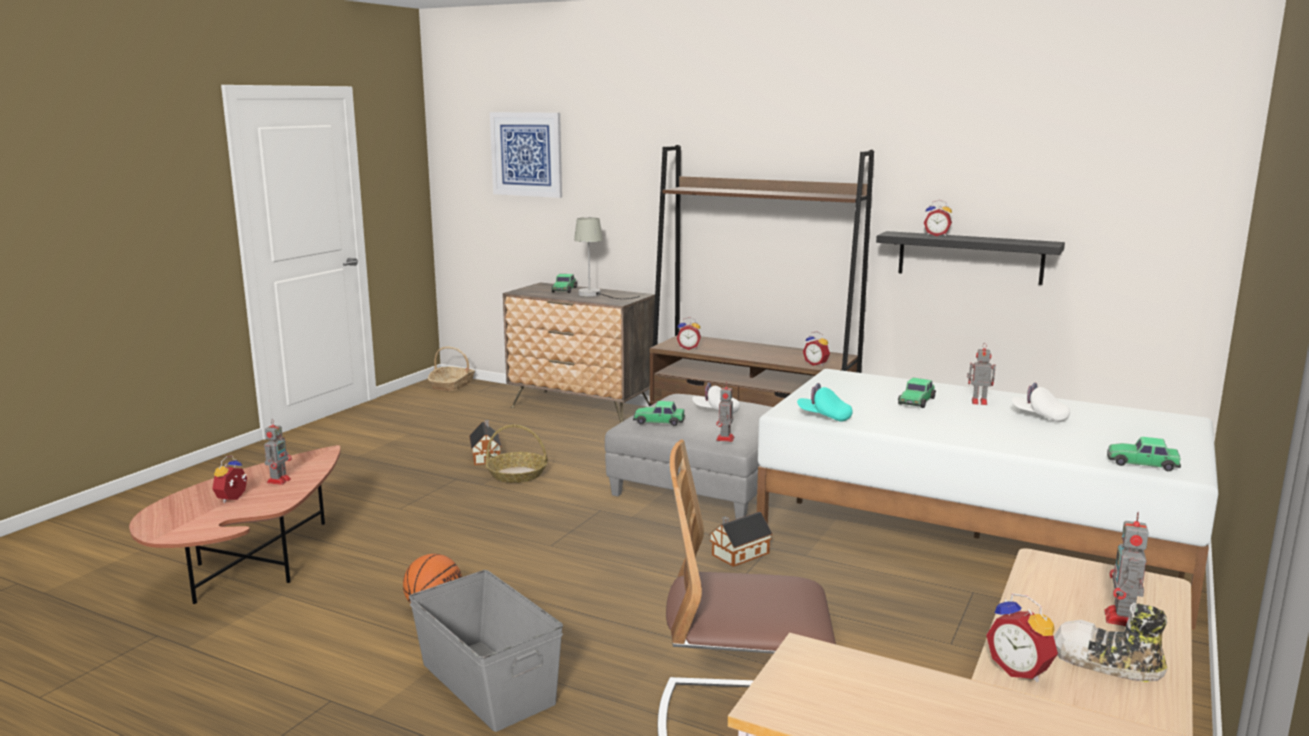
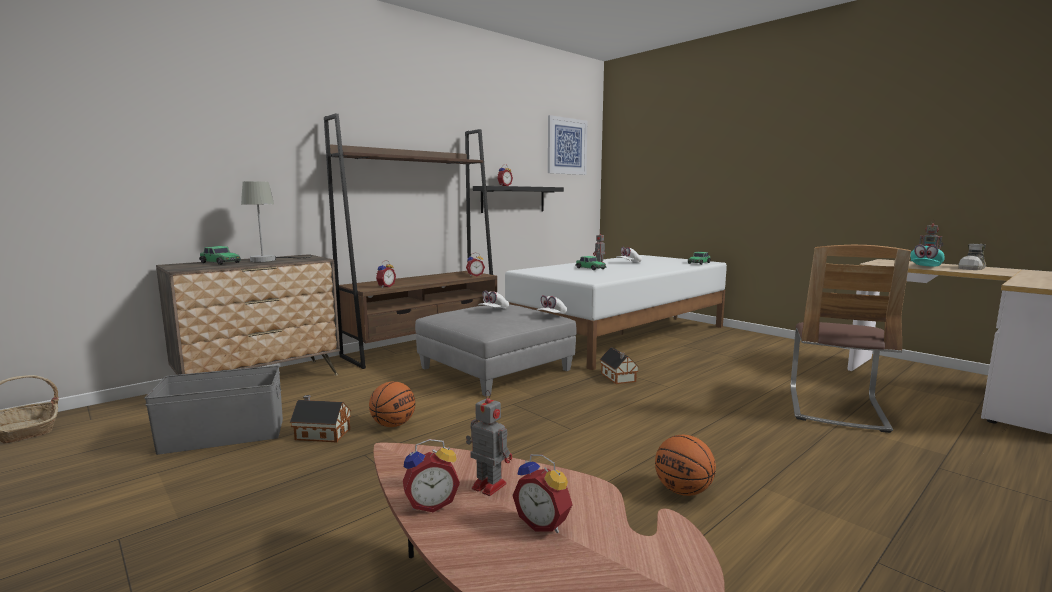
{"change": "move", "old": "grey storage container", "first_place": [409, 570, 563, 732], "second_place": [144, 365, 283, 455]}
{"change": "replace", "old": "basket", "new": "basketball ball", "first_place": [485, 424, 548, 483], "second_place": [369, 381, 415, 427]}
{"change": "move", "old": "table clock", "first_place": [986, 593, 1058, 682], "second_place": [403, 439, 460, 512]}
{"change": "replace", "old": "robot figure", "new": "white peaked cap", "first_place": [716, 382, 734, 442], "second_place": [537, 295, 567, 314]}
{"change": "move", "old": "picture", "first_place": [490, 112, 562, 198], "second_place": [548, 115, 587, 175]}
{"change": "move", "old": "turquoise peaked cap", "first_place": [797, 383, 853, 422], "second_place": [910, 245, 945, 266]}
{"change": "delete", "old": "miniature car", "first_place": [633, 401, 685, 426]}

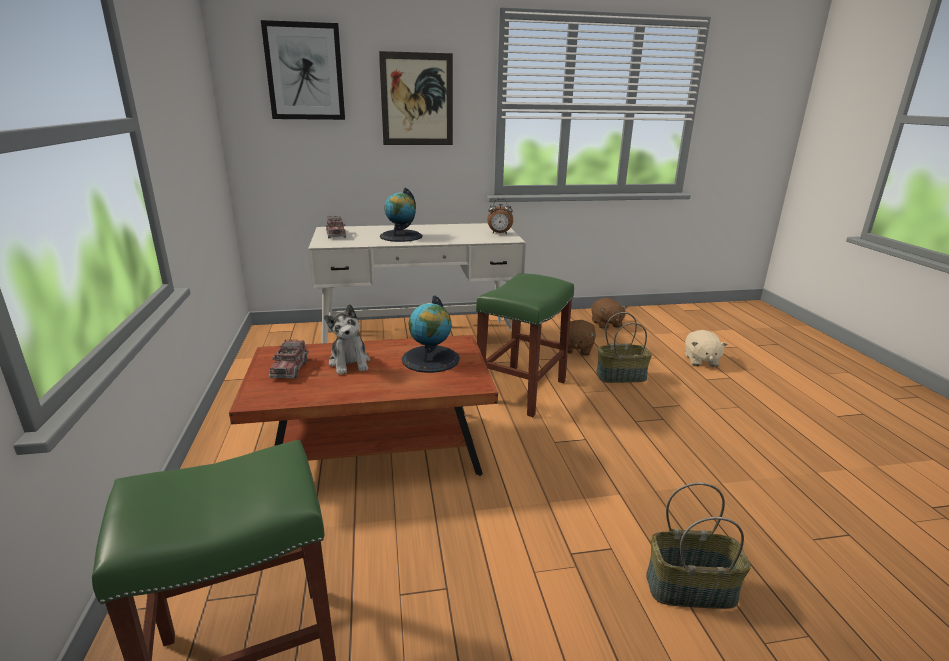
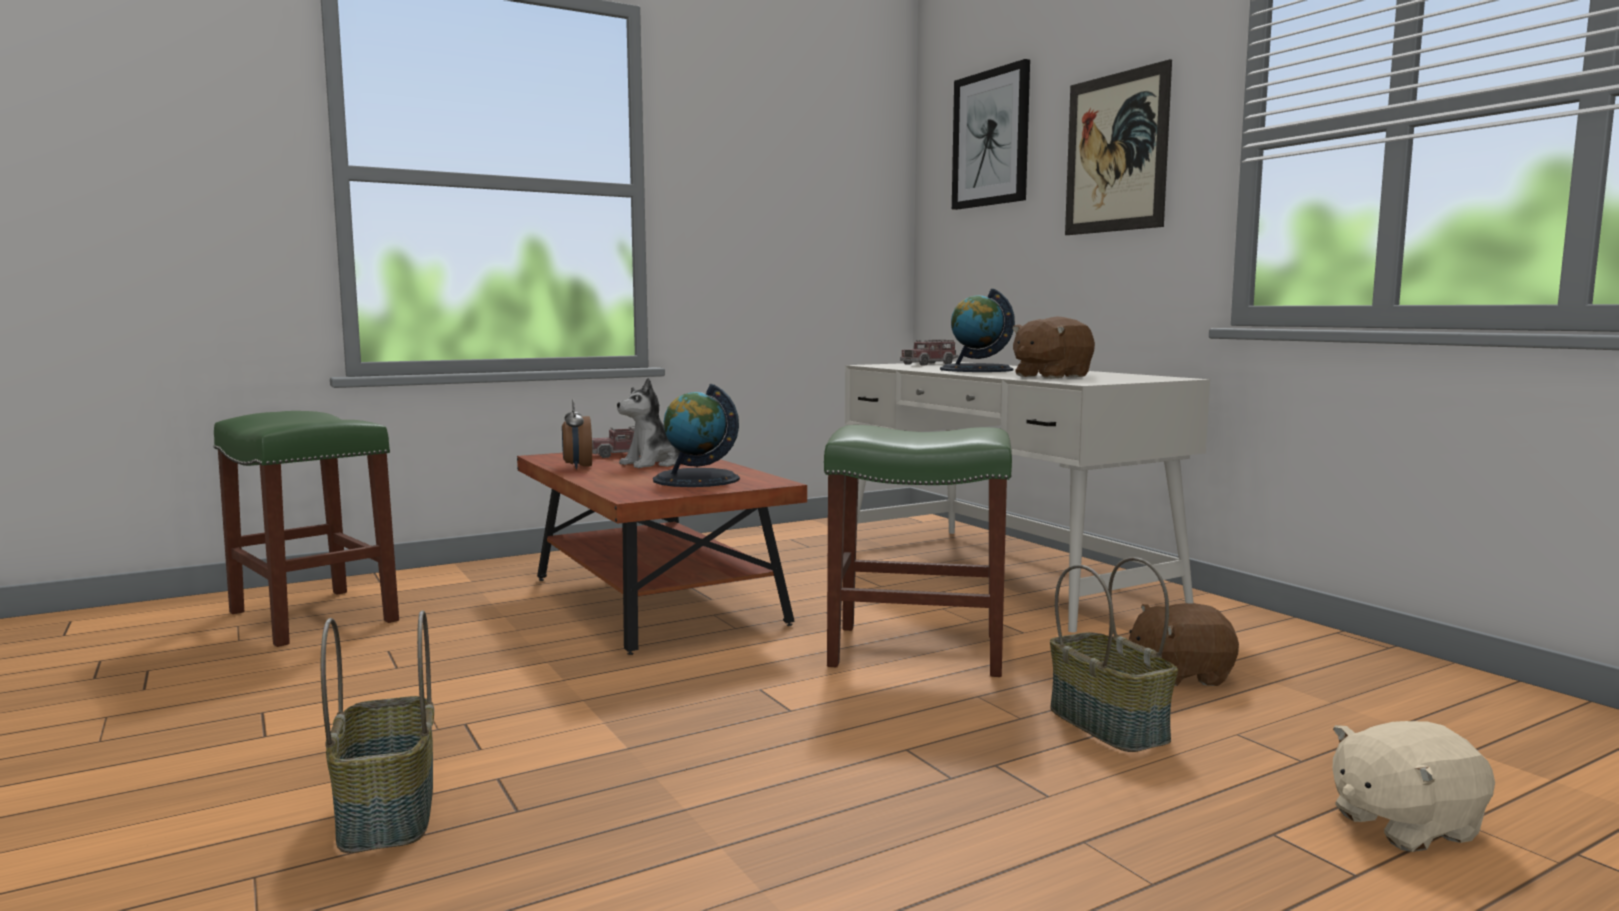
{"change": "move", "old": "table clock", "first_place": [487, 199, 513, 234], "second_place": [562, 399, 592, 469]}
{"change": "move", "old": "brown-coloured plush toy", "first_place": [591, 298, 628, 329], "second_place": [1012, 316, 1095, 379]}

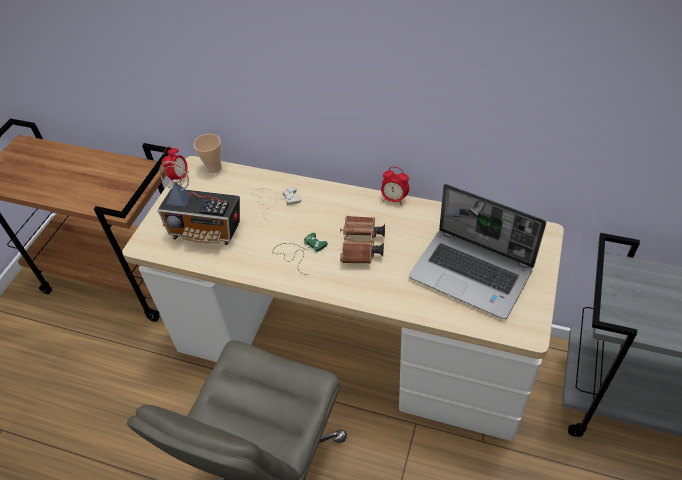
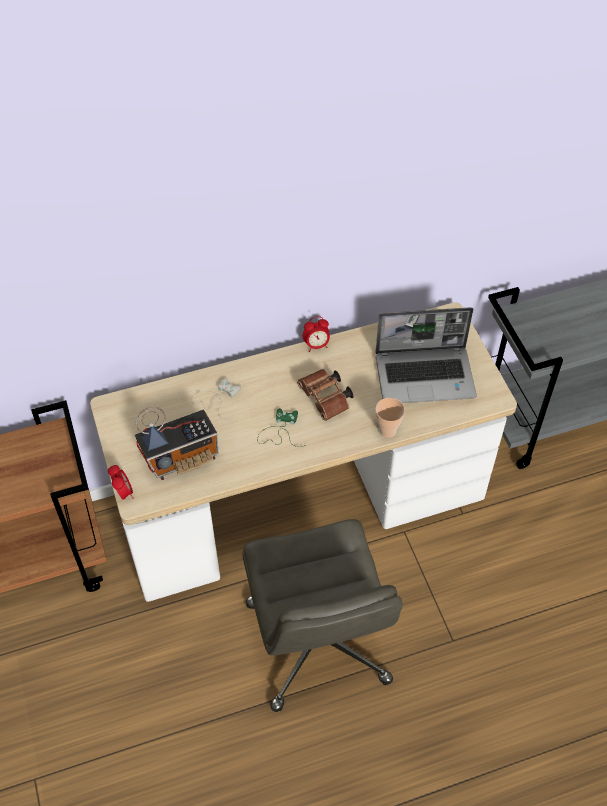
{"change": "move", "old": "table clock", "first_place": [162, 146, 189, 185], "second_place": [108, 465, 133, 500]}
{"change": "move", "old": "drinking cup", "first_place": [194, 134, 222, 173], "second_place": [375, 398, 405, 438]}

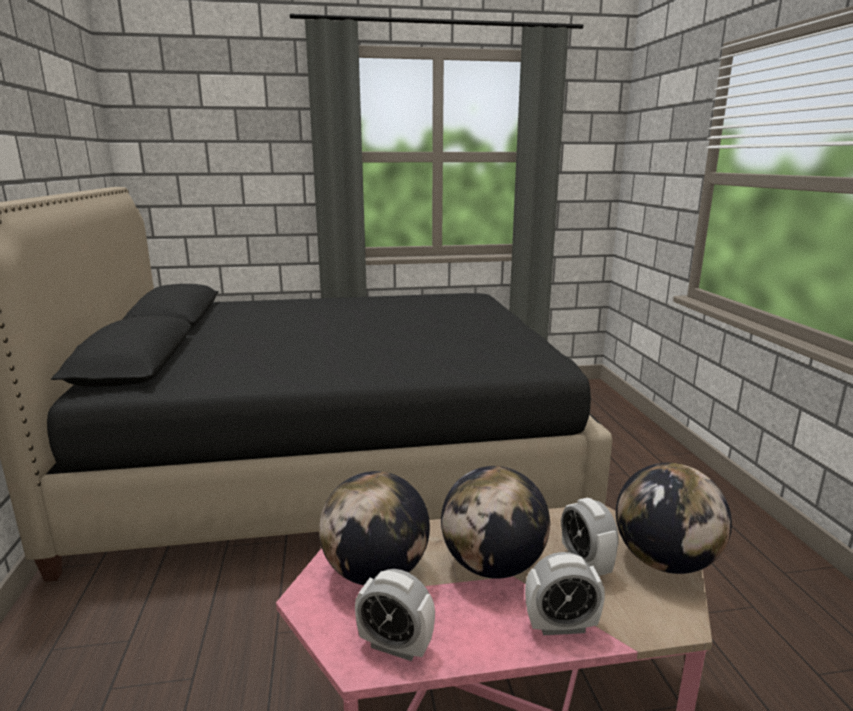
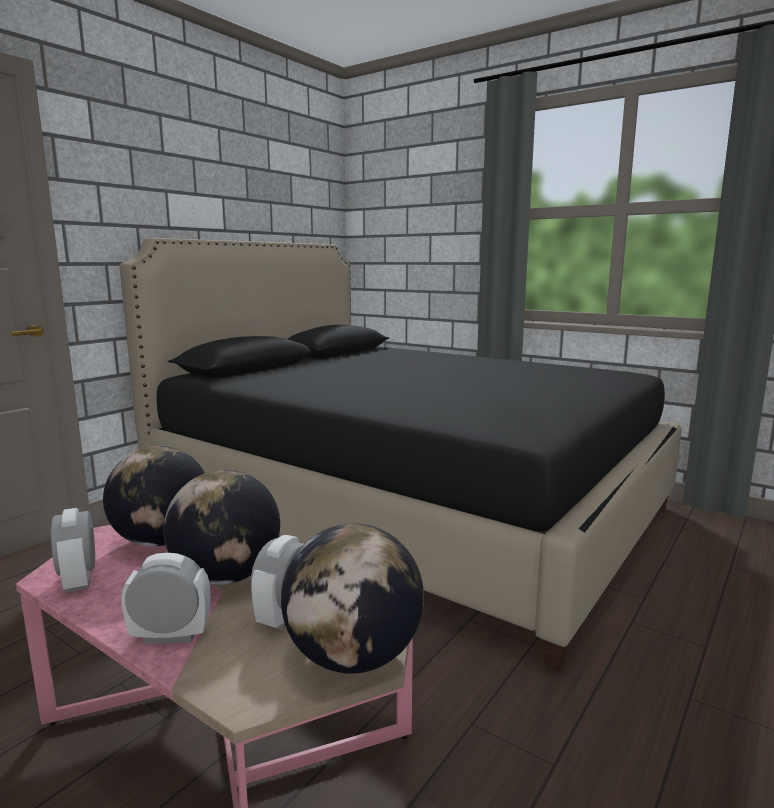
{"change": "rotate", "old": "table clock", "first_place": [525, 552, 605, 636], "second_place": [121, 553, 211, 644], "degrees": 135}

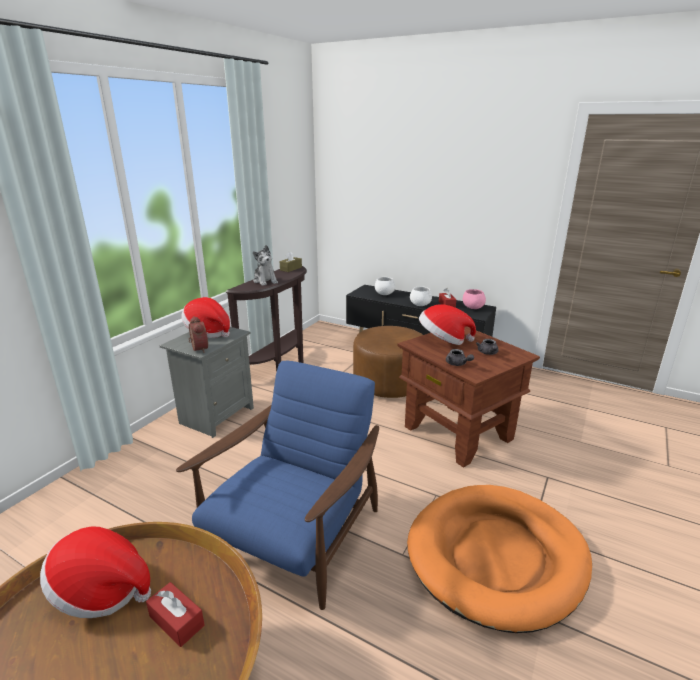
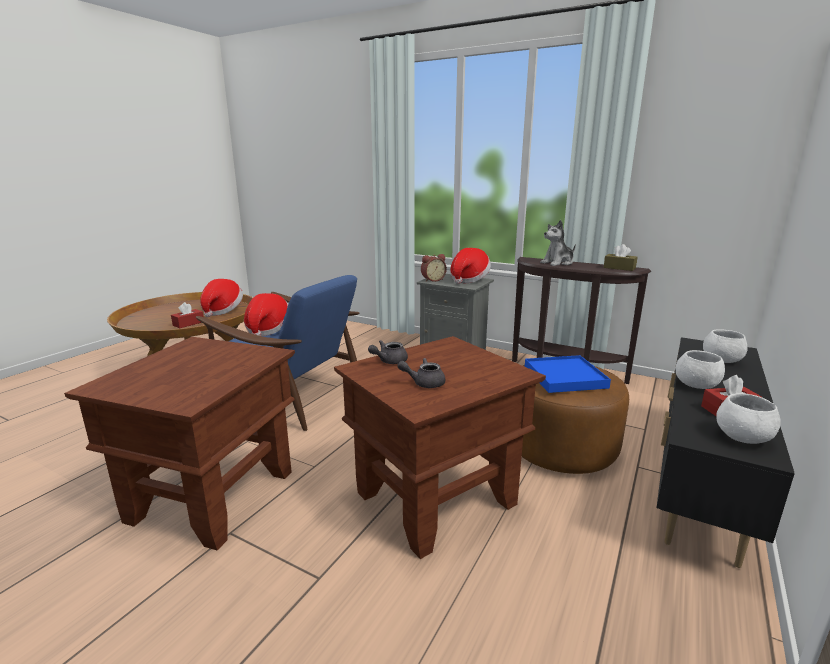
{"change": "replace", "old": "orangey dog cushion", "new": "brown-coloured end table", "first_place": [407, 485, 592, 633], "second_place": [64, 337, 295, 551]}
{"change": "move", "old": "clothing hat", "first_place": [419, 304, 476, 345], "second_place": [244, 293, 288, 336]}
{"change": "insert", "new": "blue-coloured serving tray", "second_place": [525, 355, 611, 393]}
{"change": "recolor", "old": "pinkish bowl", "new": "white bowl", "first_place": [463, 289, 486, 309], "second_place": [716, 393, 781, 444]}

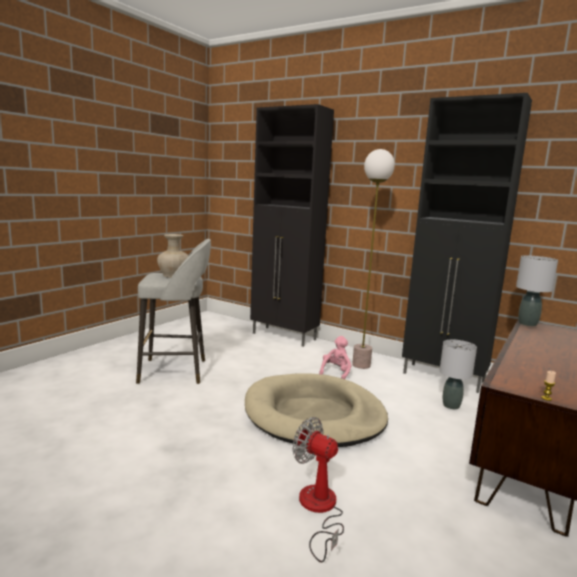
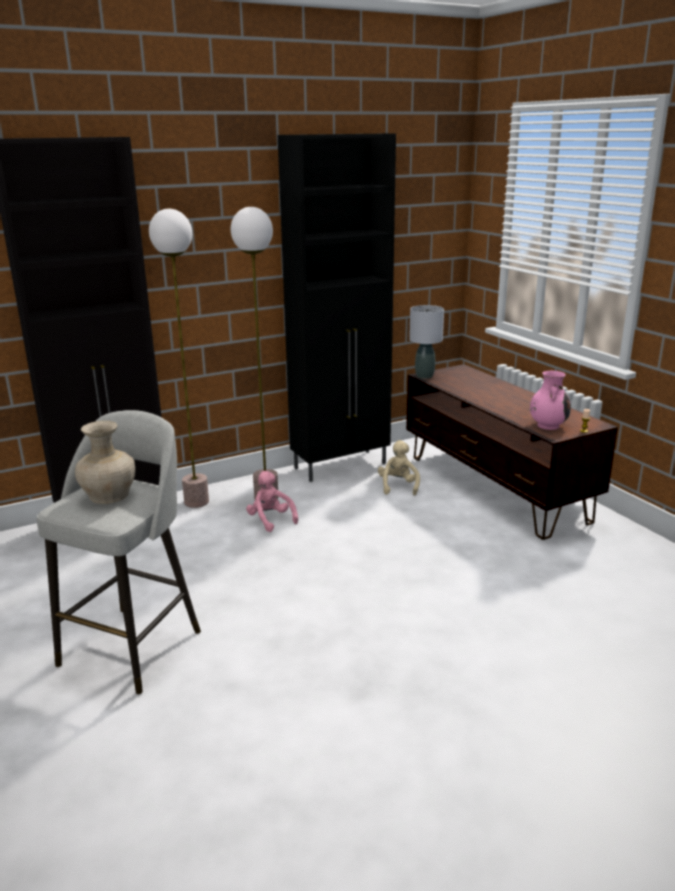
{"change": "insert", "new": "standing lamp", "second_place": [149, 209, 209, 508]}
{"change": "replace", "old": "grey table lamp", "new": "sand-coloured plush toy", "first_place": [440, 340, 477, 409], "second_place": [378, 440, 420, 496]}
{"change": "insert", "new": "pinkish decorative vase", "second_place": [530, 371, 571, 430]}
{"change": "delete", "old": "sand-coloured dog cushion", "first_place": [245, 374, 388, 447]}
{"change": "delete", "old": "cooling fan", "first_place": [292, 417, 344, 563]}

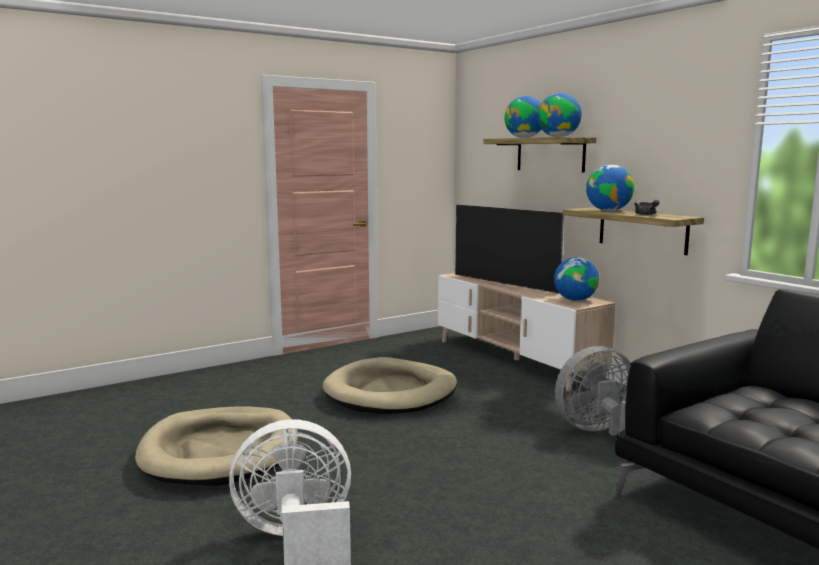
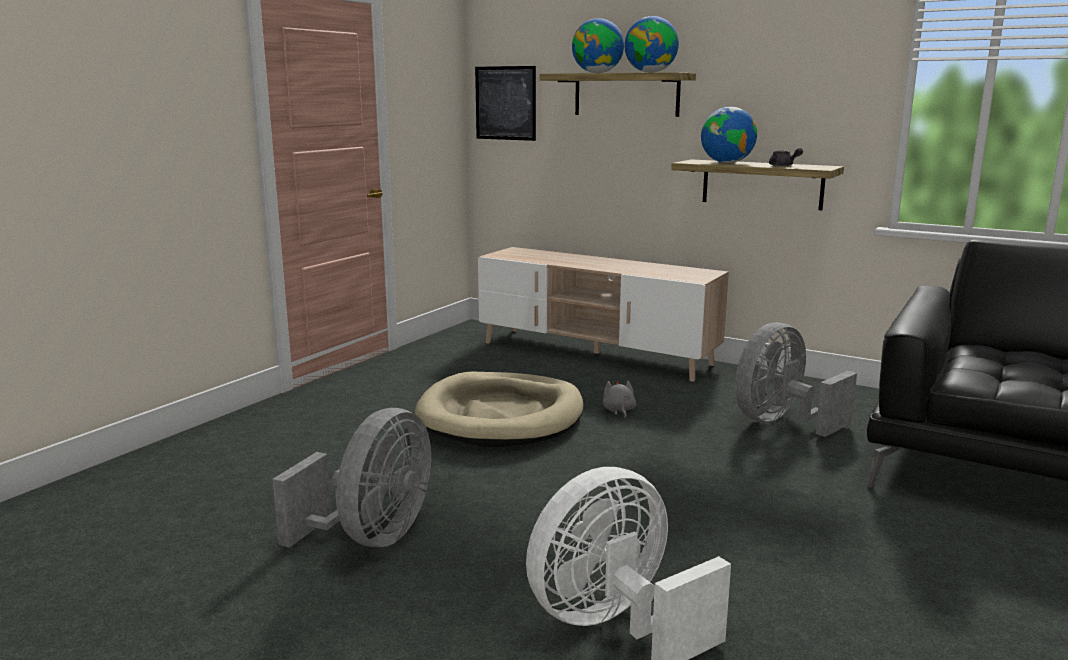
{"change": "replace", "old": "sand-coloured dog cushion", "new": "grey cooling fan", "first_place": [135, 407, 298, 486], "second_place": [272, 408, 431, 548]}
{"change": "insert", "new": "picture", "second_place": [475, 66, 536, 141]}
{"change": "insert", "new": "grey plush toy", "second_place": [603, 380, 636, 419]}
{"change": "delete", "old": "TV set", "first_place": [455, 204, 564, 294]}
{"change": "delete", "old": "world globe", "first_place": [554, 257, 599, 301]}

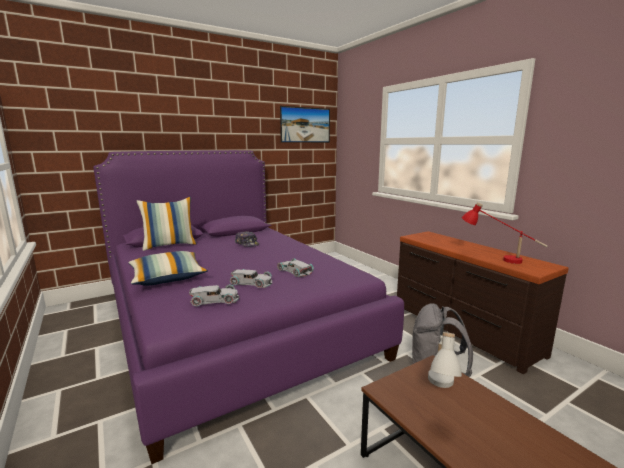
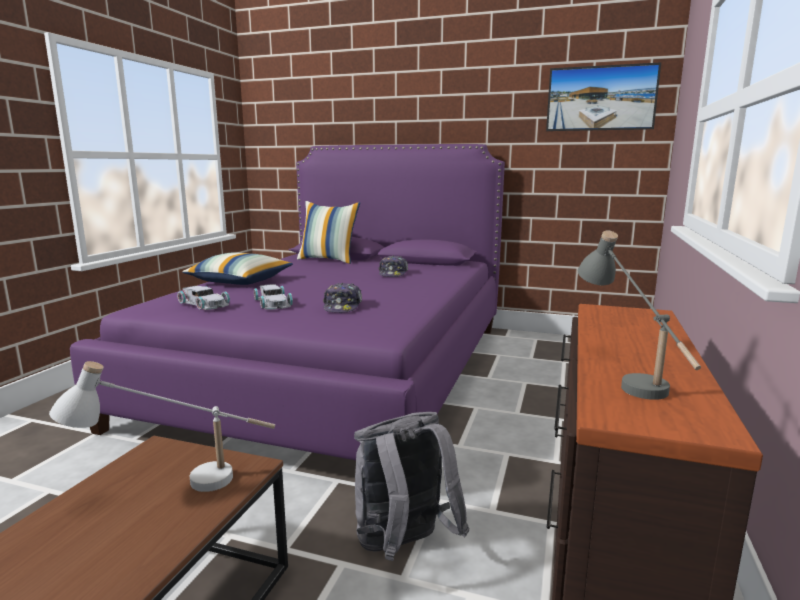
{"change": "replace", "old": "white miniature car", "new": "peaked cap", "first_place": [277, 258, 314, 277], "second_place": [323, 283, 362, 313]}
{"change": "recolor", "old": "reddish table lamp", "new": "grey table lamp", "first_place": [462, 202, 547, 264], "second_place": [578, 230, 701, 400]}

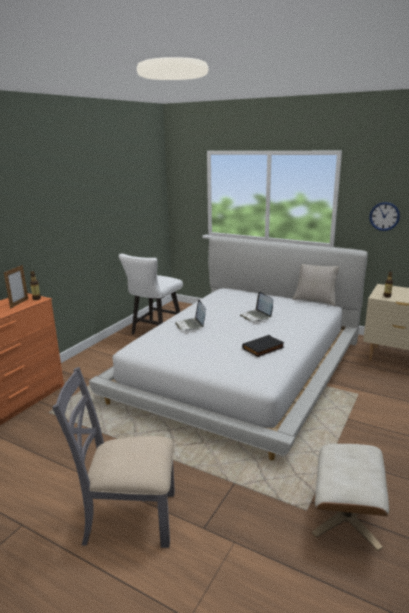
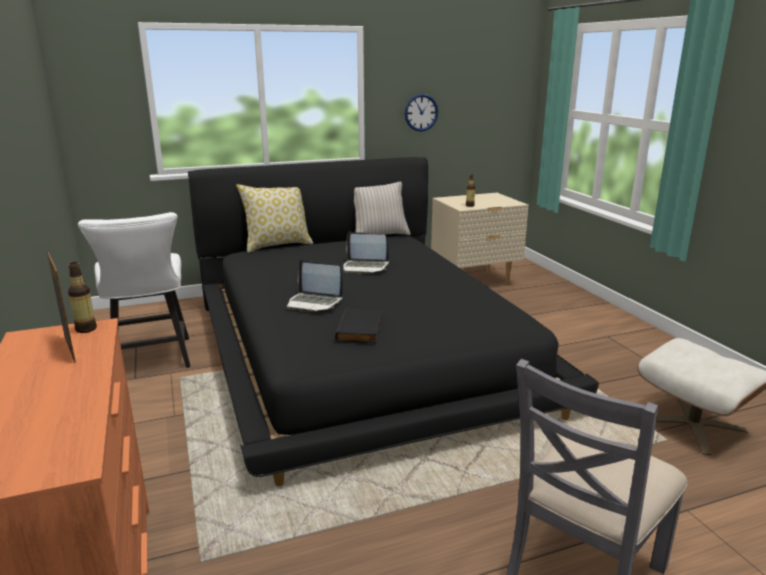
{"change": "recolor", "old": "white sleeping bed", "new": "black-coloured sleeping bed", "first_place": [89, 236, 368, 460], "second_place": [188, 157, 599, 486]}
{"change": "insert", "new": "pillow", "second_place": [236, 184, 313, 253]}
{"change": "move", "old": "black-coloured volume", "first_place": [242, 335, 284, 357], "second_place": [335, 309, 382, 343]}

